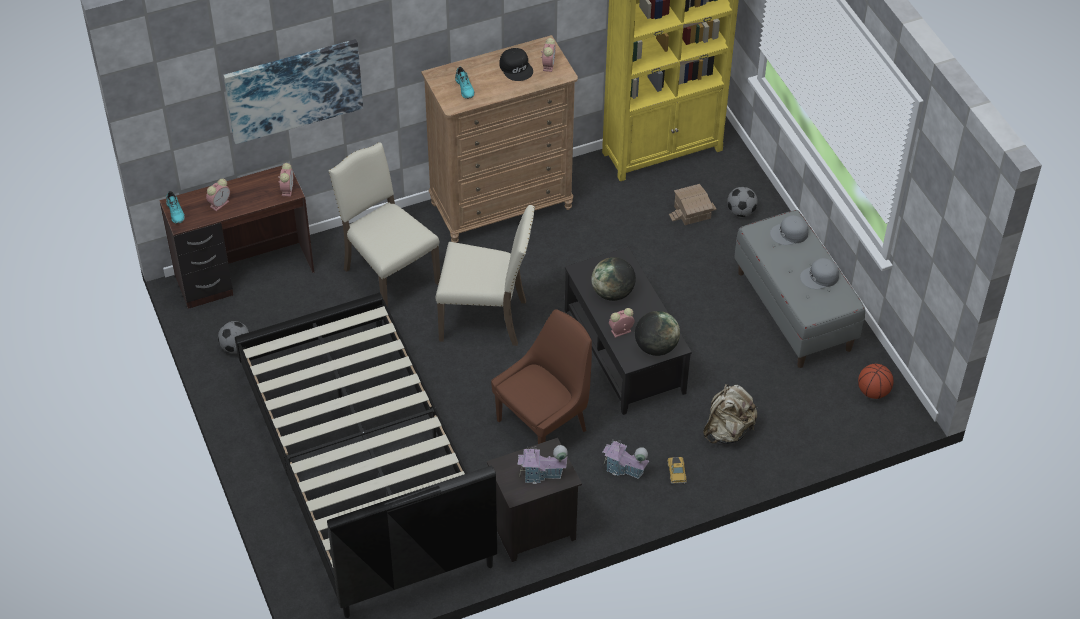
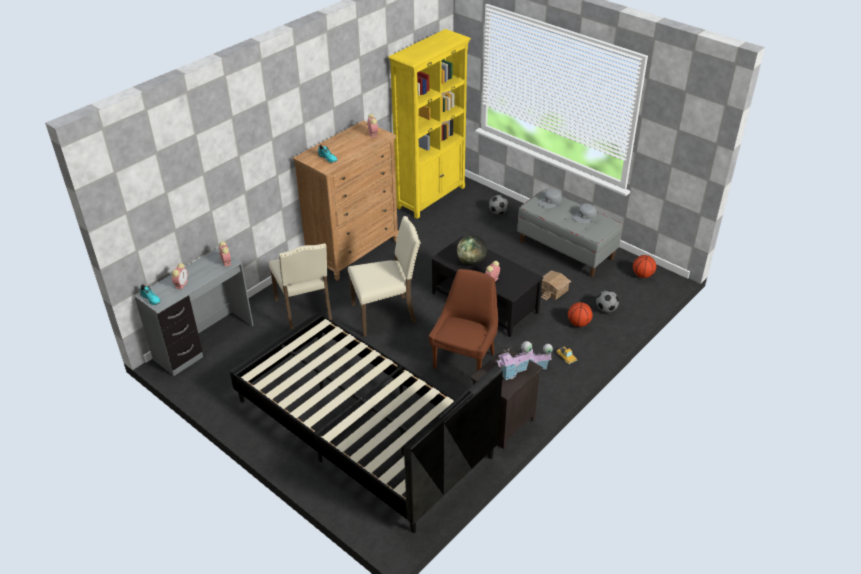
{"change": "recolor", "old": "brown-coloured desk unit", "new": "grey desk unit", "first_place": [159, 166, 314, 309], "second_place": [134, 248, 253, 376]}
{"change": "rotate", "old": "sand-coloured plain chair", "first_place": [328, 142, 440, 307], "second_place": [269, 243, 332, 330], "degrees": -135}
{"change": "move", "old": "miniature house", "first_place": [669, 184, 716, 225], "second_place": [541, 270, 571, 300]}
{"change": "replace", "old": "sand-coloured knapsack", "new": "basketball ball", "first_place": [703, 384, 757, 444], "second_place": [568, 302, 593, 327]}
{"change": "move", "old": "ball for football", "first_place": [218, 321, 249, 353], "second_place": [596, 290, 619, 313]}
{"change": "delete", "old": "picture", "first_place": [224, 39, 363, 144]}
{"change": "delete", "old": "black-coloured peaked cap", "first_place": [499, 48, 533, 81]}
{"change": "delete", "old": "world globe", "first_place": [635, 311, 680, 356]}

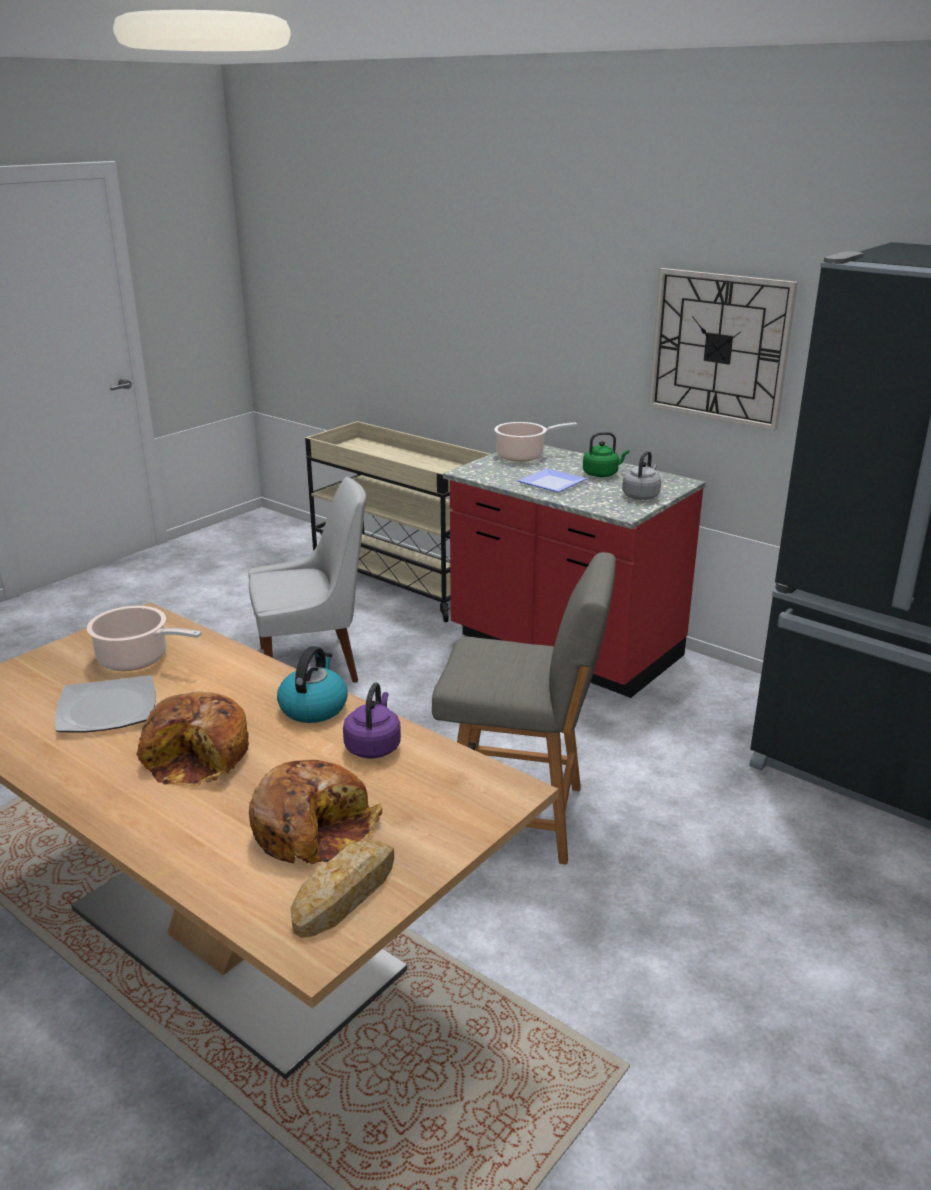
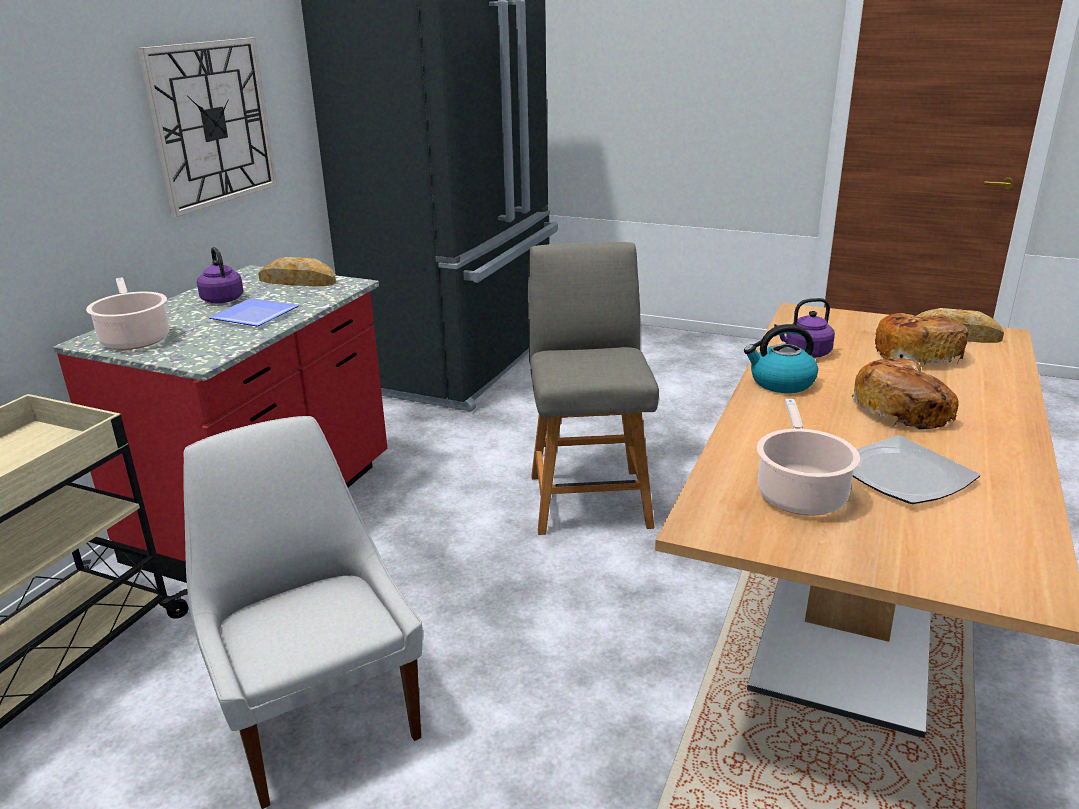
{"change": "recolor", "old": "green-coloured kettle", "new": "purple kettle", "first_place": [583, 432, 629, 477], "second_place": [197, 247, 244, 303]}
{"change": "replace", "old": "grey kettle", "new": "bread", "first_place": [622, 451, 661, 500], "second_place": [258, 257, 336, 286]}

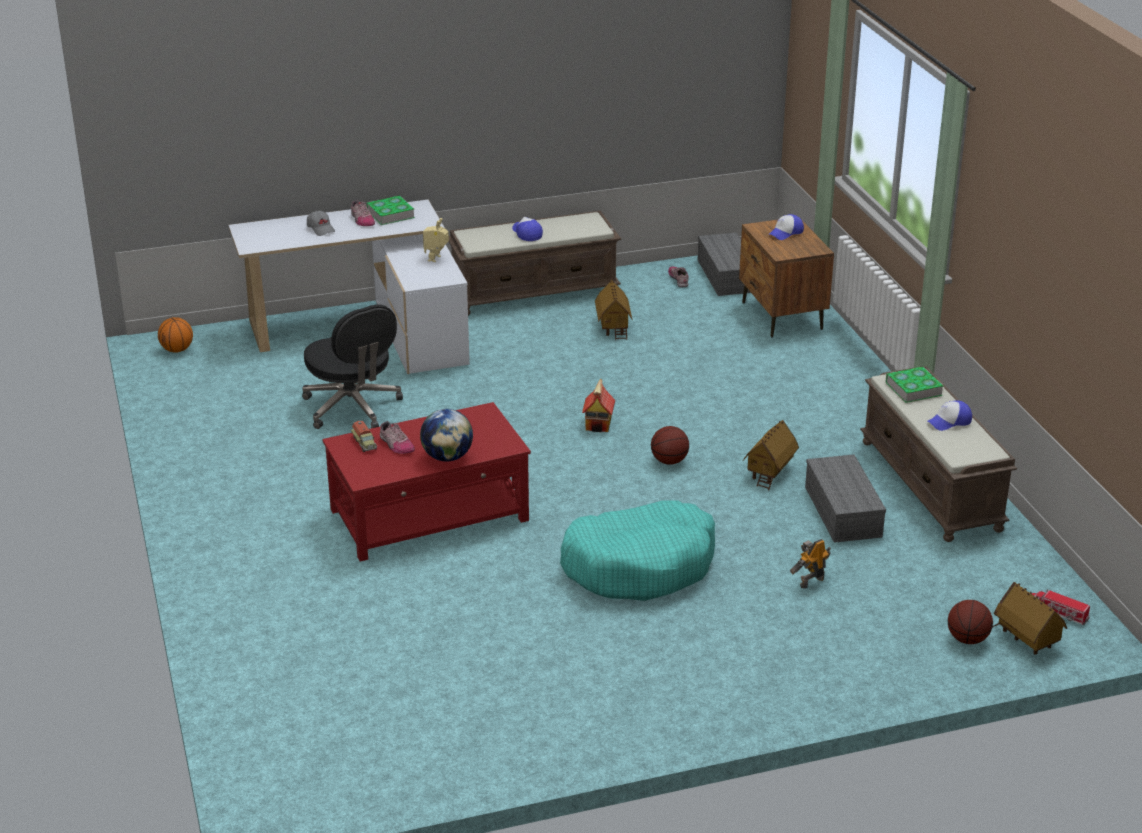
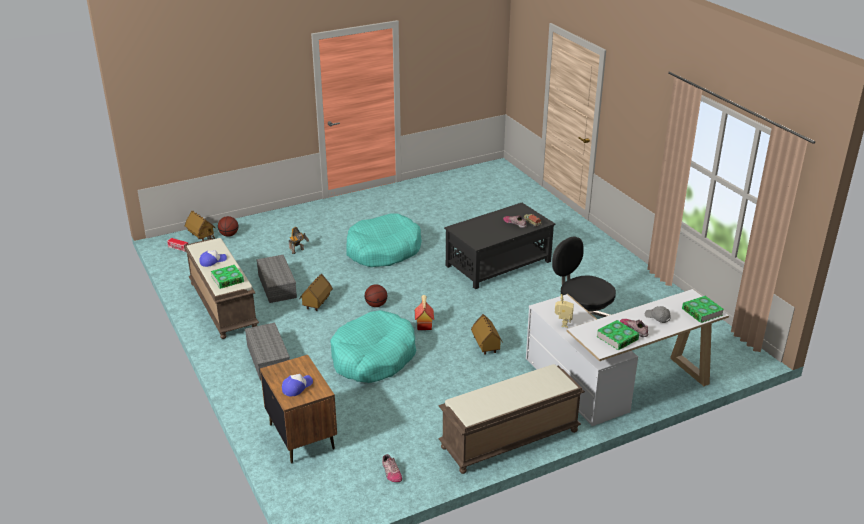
{"change": "move", "old": "grey storage container", "first_place": [698, 232, 751, 296], "second_place": [245, 323, 290, 381]}
{"change": "insert", "new": "turquoise dog cushion", "second_place": [330, 310, 416, 383]}
{"change": "recolor", "old": "reddish low table", "new": "black-coloured low table", "first_place": [322, 402, 531, 562], "second_place": [444, 203, 555, 289]}
{"change": "move", "old": "miniature house", "first_place": [595, 280, 633, 340], "second_place": [471, 314, 502, 355]}
{"change": "insert", "new": "volume", "second_place": [682, 296, 724, 323]}
{"change": "delete", "old": "basketball ball", "first_place": [158, 317, 193, 353]}
{"change": "delete", "old": "world globe", "first_place": [420, 409, 473, 462]}
{"change": "delete", "old": "peaked cap", "first_place": [512, 217, 543, 241]}

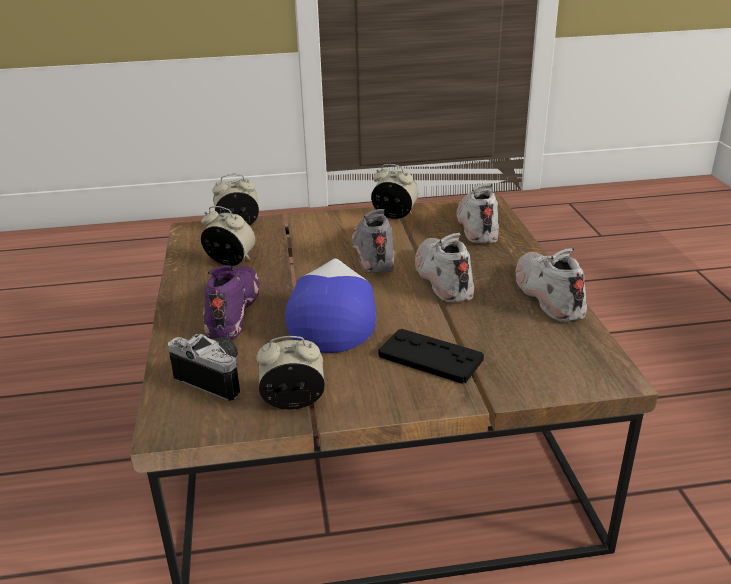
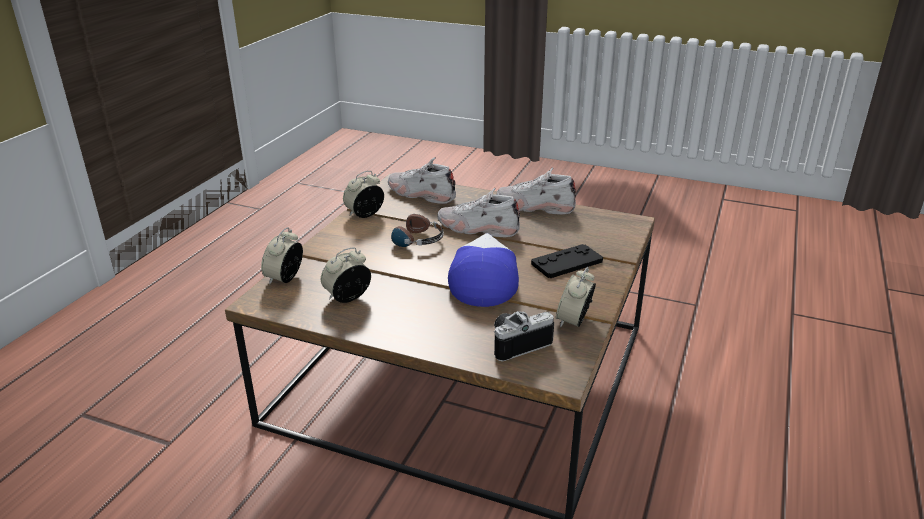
{"change": "replace", "old": "grey item of footwear", "new": "headset", "first_place": [352, 209, 394, 273], "second_place": [390, 214, 444, 247]}
{"change": "rotate", "old": "peaked cap", "first_place": [285, 258, 376, 353], "second_place": [448, 233, 519, 307], "degrees": 60}
{"change": "delete", "old": "purple item of footwear", "first_place": [203, 265, 259, 339]}

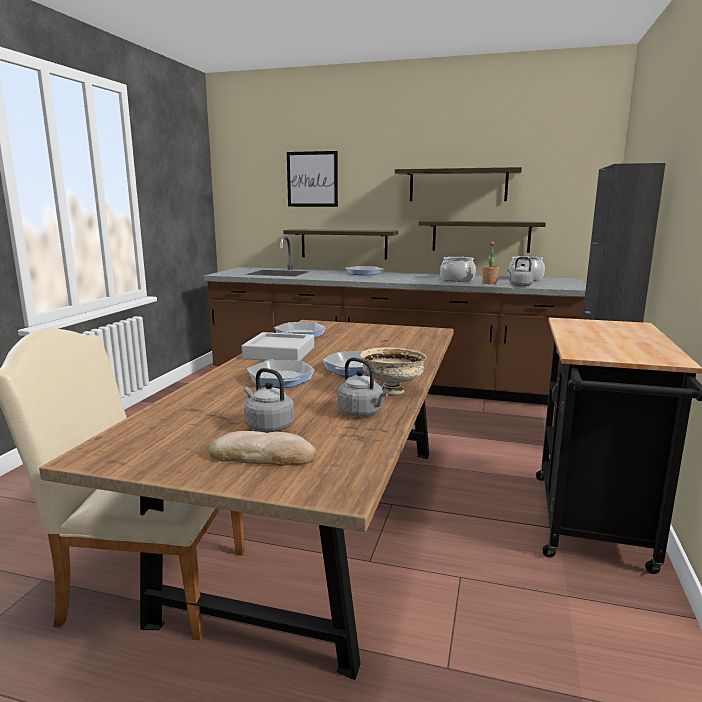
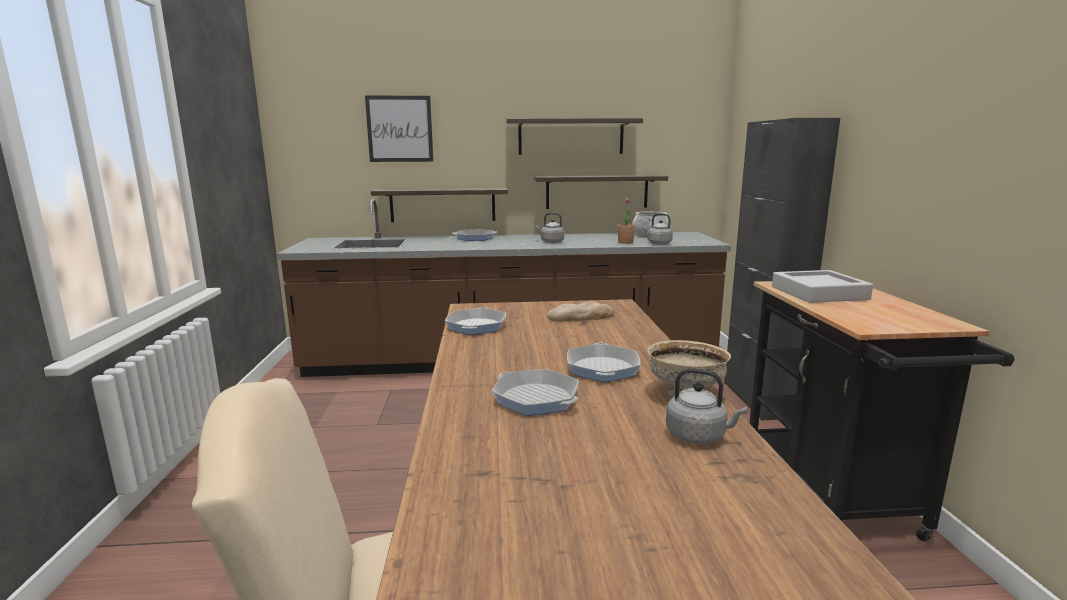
{"change": "move", "old": "grey kettle", "first_place": [244, 368, 294, 432], "second_place": [535, 213, 565, 243]}
{"change": "move", "old": "bread", "first_place": [208, 431, 317, 466], "second_place": [547, 301, 614, 322]}
{"change": "move", "old": "grey serving tray", "first_place": [241, 332, 314, 361], "second_place": [772, 270, 873, 303]}
{"change": "delete", "old": "stockpot", "first_place": [440, 257, 476, 281]}

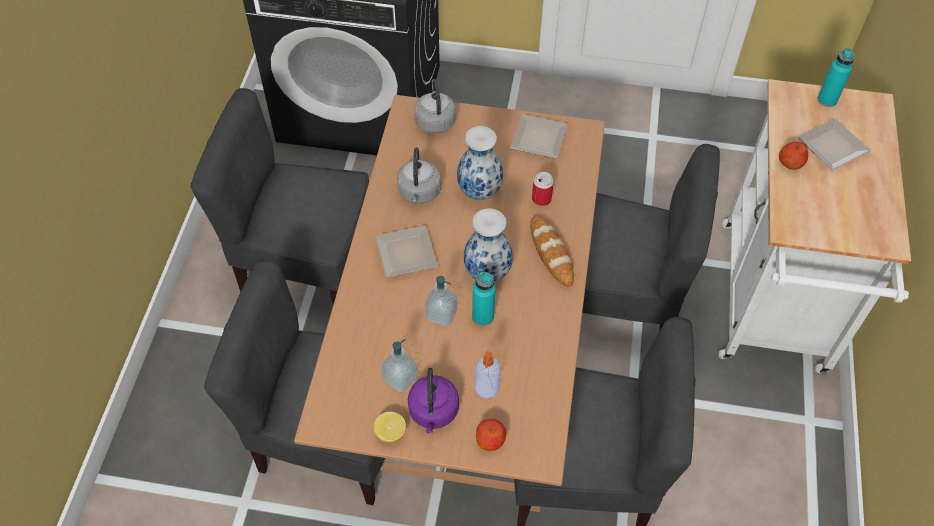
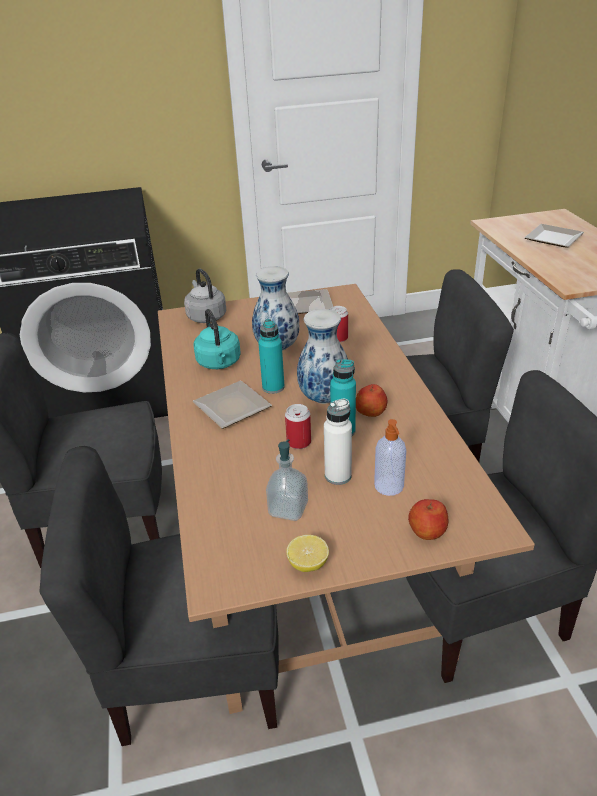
{"change": "recolor", "old": "grey kettle", "new": "turquoise kettle", "first_place": [397, 147, 441, 204], "second_place": [193, 309, 241, 369]}
{"change": "move", "old": "turquoise bottle", "first_place": [817, 48, 855, 107], "second_place": [258, 319, 285, 394]}
{"change": "replace", "old": "soap bottle", "new": "sealed can", "first_place": [425, 276, 457, 326], "second_place": [285, 404, 311, 449]}
{"change": "insert", "new": "white bottle", "second_place": [324, 399, 352, 485]}
{"change": "move", "old": "whole apple", "first_place": [779, 142, 808, 170], "second_place": [356, 384, 388, 417]}
{"change": "delete", "old": "purple kettle", "first_place": [408, 368, 459, 434]}
{"change": "delete", "old": "bread", "first_place": [530, 216, 574, 287]}

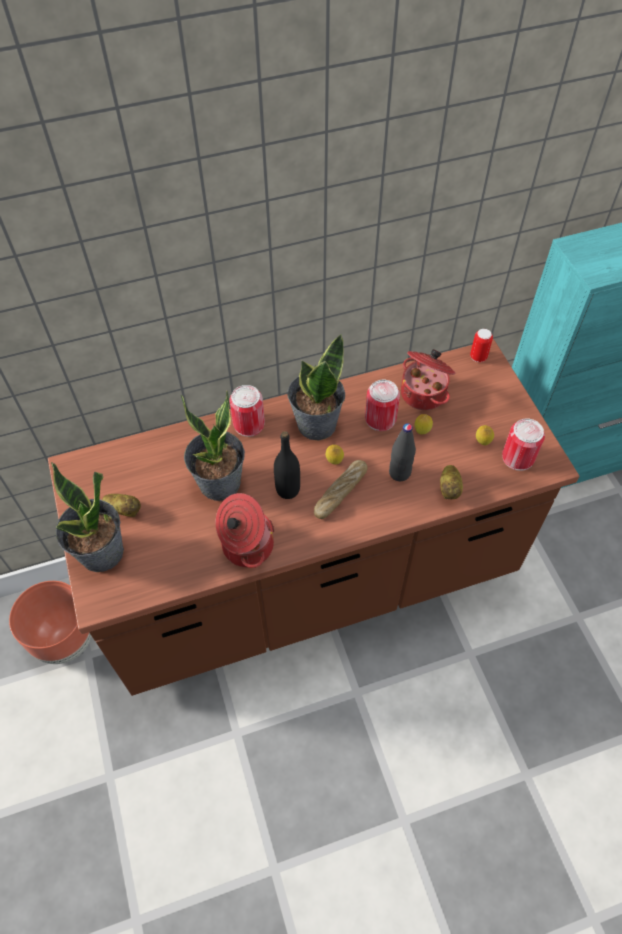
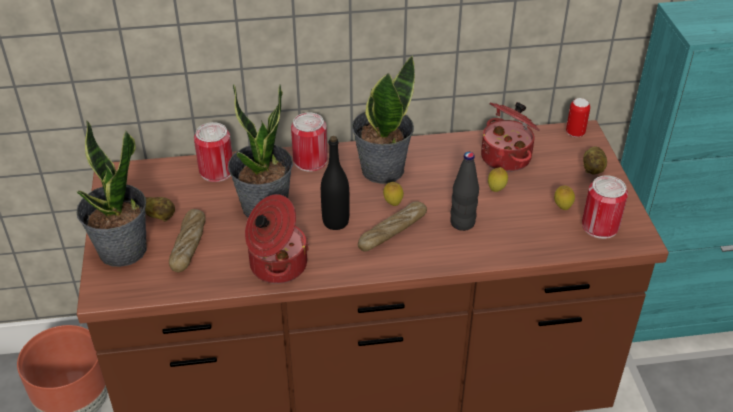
{"change": "insert", "new": "bread", "second_place": [169, 209, 206, 272]}
{"change": "move", "old": "sealed can", "first_place": [365, 380, 400, 431], "second_place": [194, 122, 233, 182]}
{"change": "move", "old": "whole potato", "first_place": [440, 465, 463, 500], "second_place": [583, 147, 607, 175]}

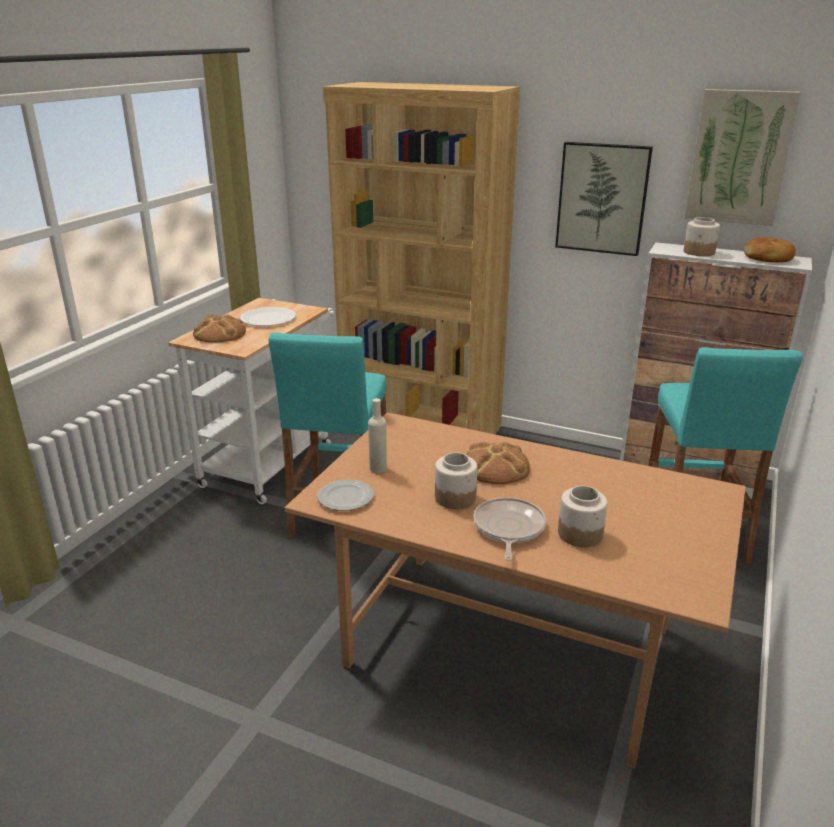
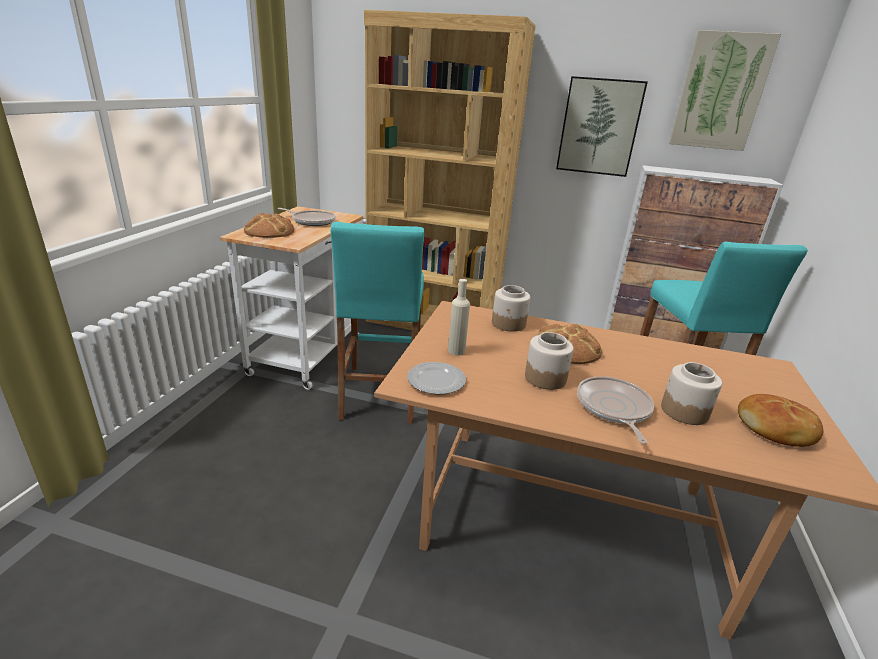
{"change": "replace", "old": "white dinner plate", "new": "pan", "first_place": [240, 307, 296, 326], "second_place": [278, 208, 336, 226]}
{"change": "move", "old": "storage jar", "first_place": [684, 217, 720, 256], "second_place": [492, 285, 530, 332]}
{"change": "move", "old": "bread", "first_place": [744, 237, 796, 262], "second_place": [738, 394, 823, 447]}

